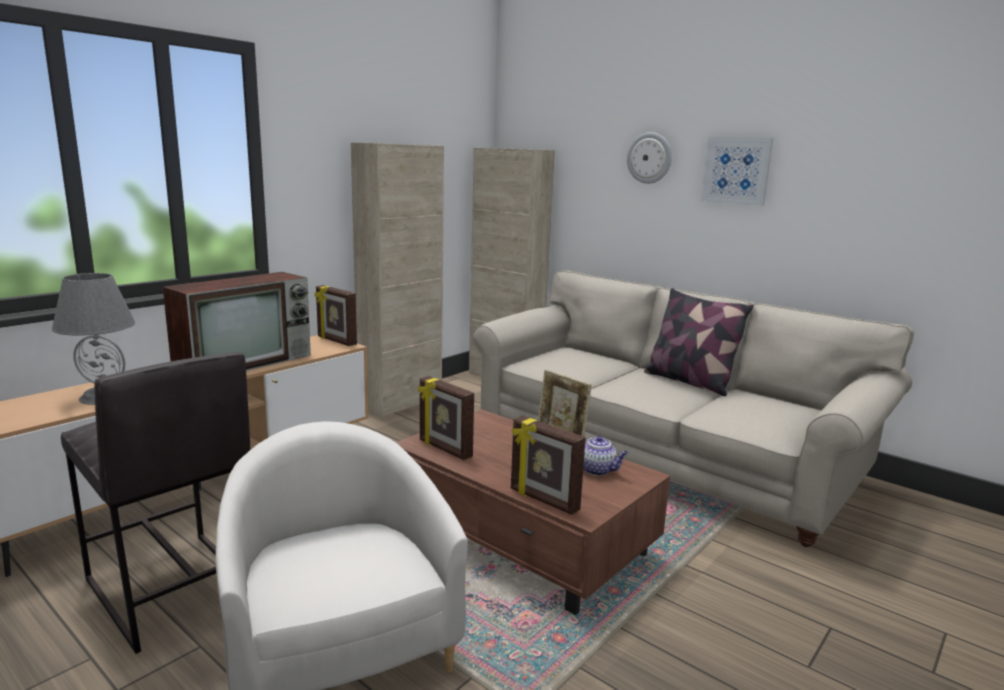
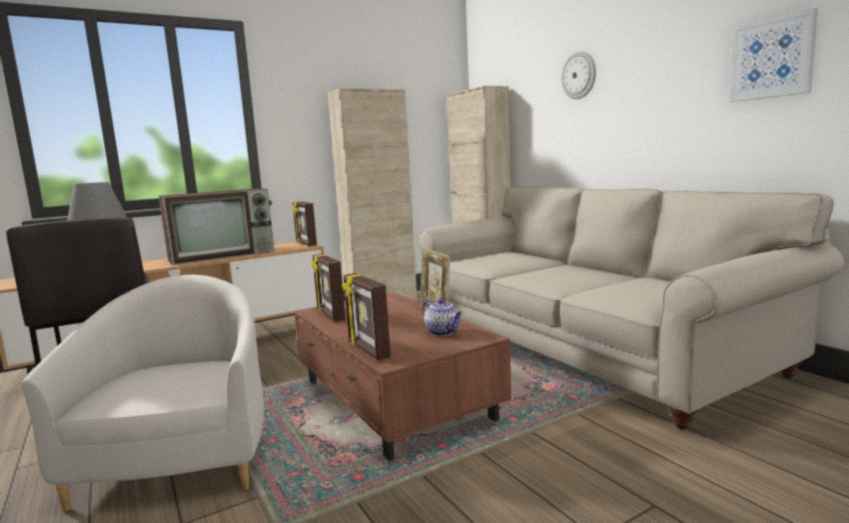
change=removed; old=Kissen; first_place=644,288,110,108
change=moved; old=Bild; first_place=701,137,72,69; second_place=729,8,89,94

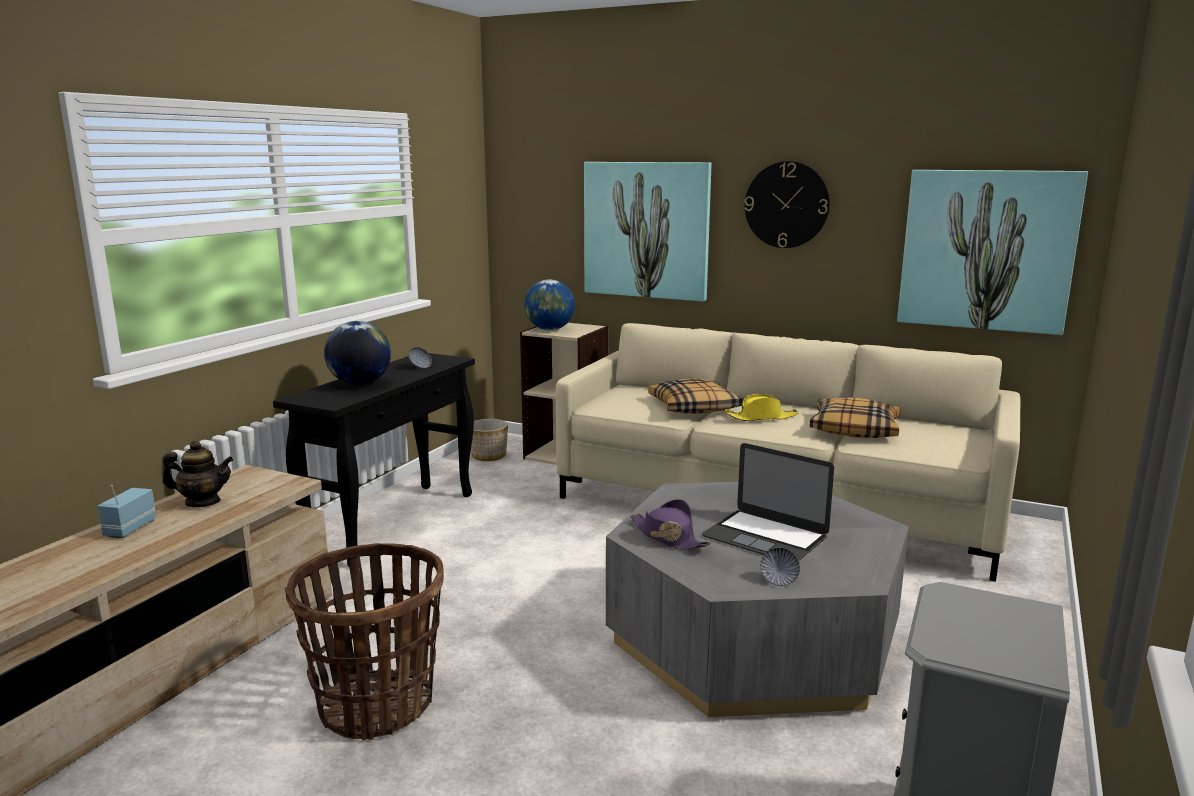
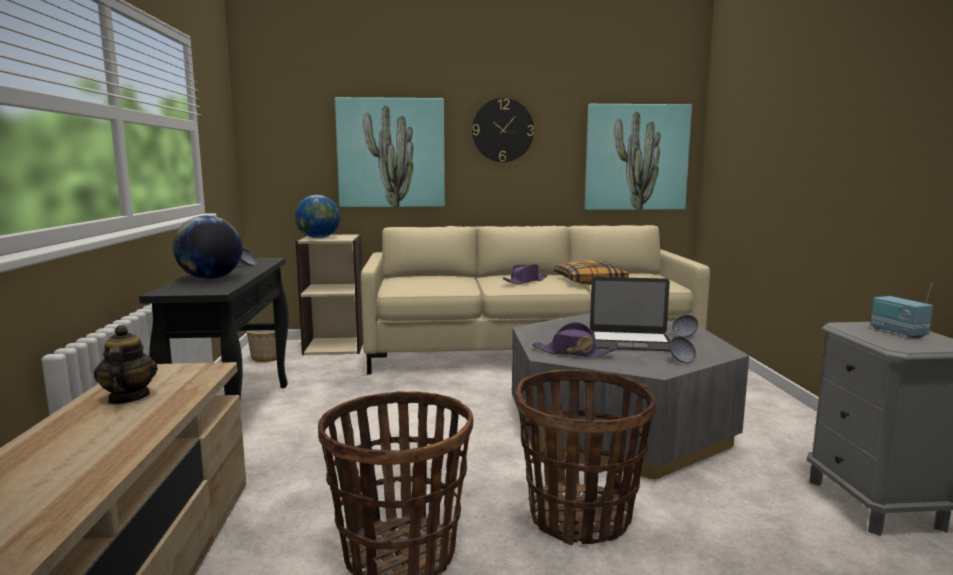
change=removed; old=Kissen; first_place=648,378,95,36
change=added; new=Korb; second_place=516,370,139,175
change=added; new=Schüssel; second_place=672,315,26,22
change=moved; old=Radio; first_place=97,485,59,53; second_place=870,283,63,55
change=recoloured; old=Hut/gelb; new=Hut/lila; first_place=725,394,73,27; second_place=503,264,44,20
change=turned; old=Teekanne; first_place=162,440,71,67; second_place=94,325,64,79; degrees=-75

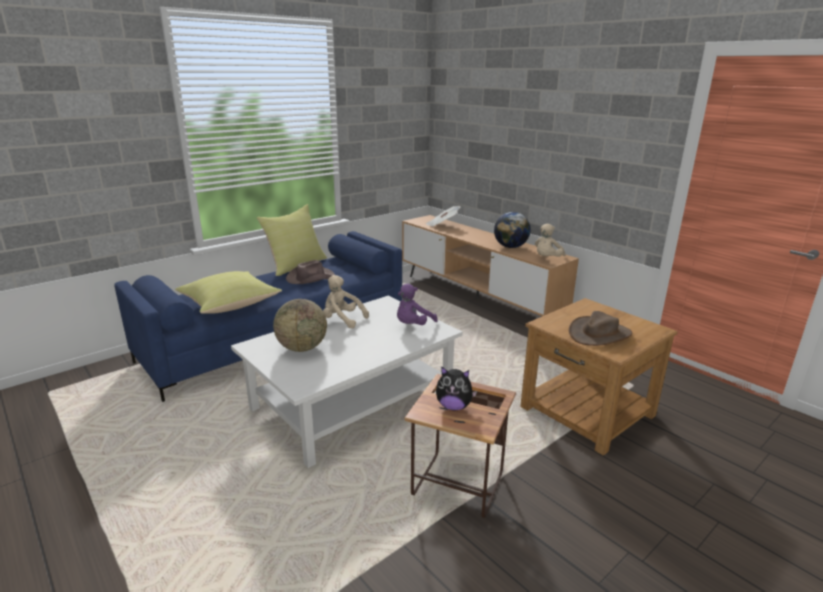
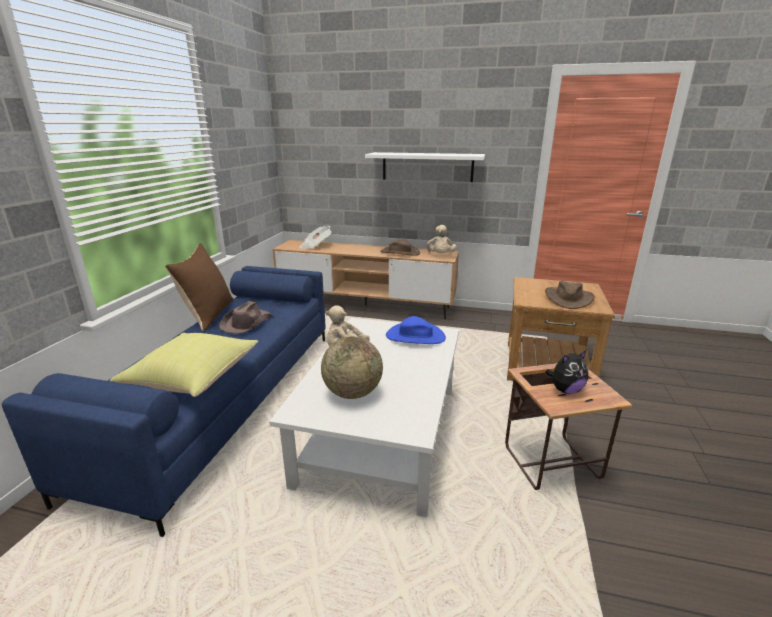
change=added; new=Wandregal/weiß; second_place=365,152,120,30
change=replaced; old=Plüschtier/lila; new=Hut/blau; first_place=397,284,41,41; second_place=386,316,60,28
change=replaced; old=Globus; new=Hut/braun; first_place=494,212,37,36; second_place=380,240,40,16
change=recoloured; old=Kissen/gelb; new=Kissen/braun; first_place=257,204,70,72; second_place=165,243,69,88

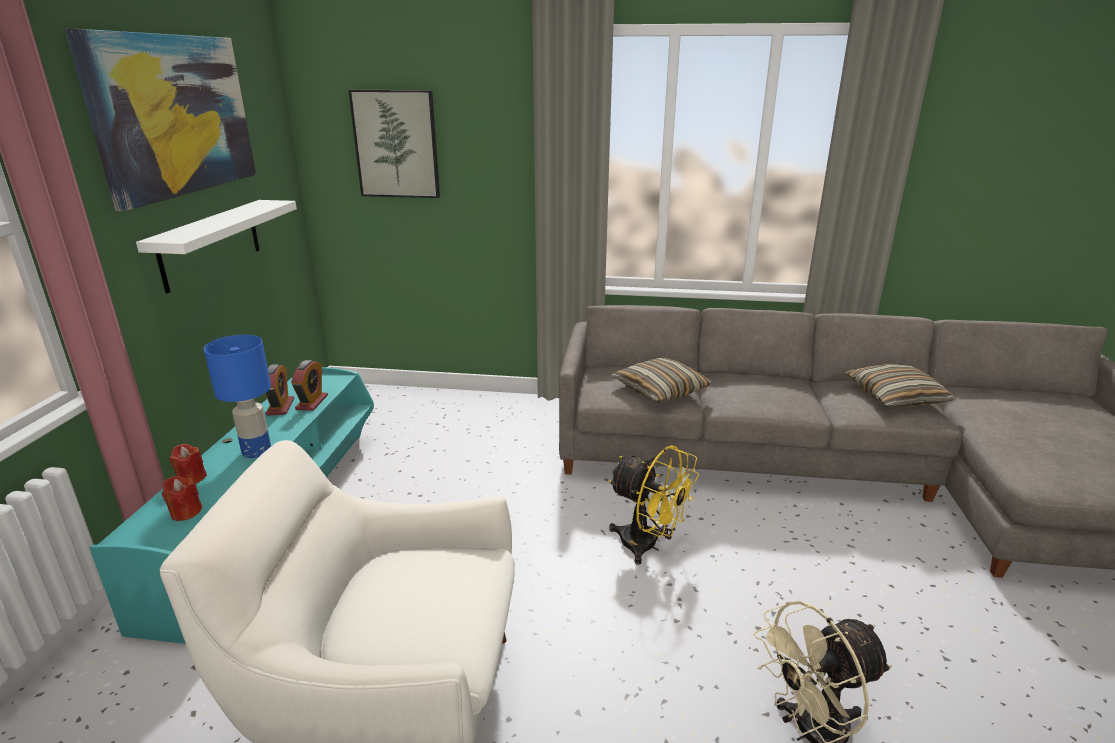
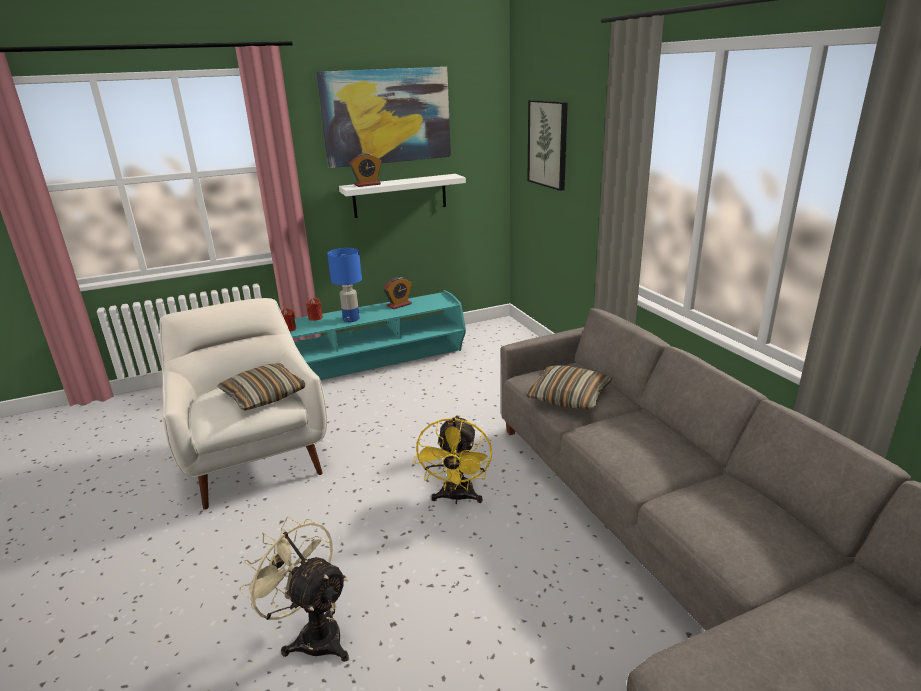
change=moved; old=Wecker; first_place=291,360,37,51; second_place=350,153,31,34
change=moved; old=Kissen; first_place=844,364,112,43; second_place=217,363,88,47

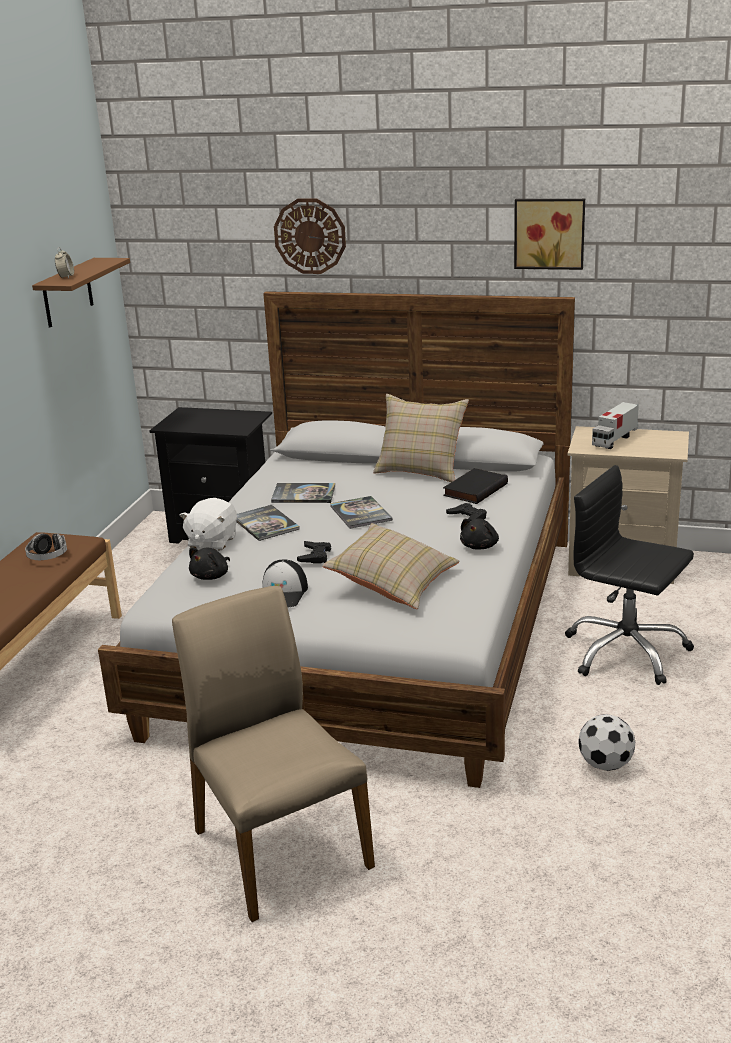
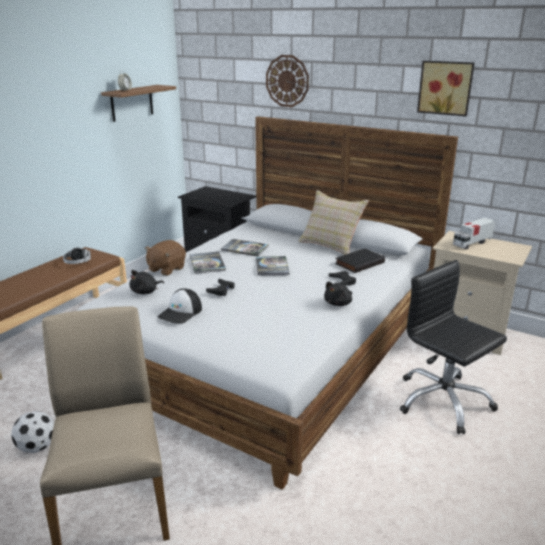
change=removed; old=Kissen/beige; first_place=322,523,137,86
change=moved; old=Fußball; first_place=578,714,57,57; second_place=11,411,43,42
change=recoloured; old=Plüschtier/weiß; new=Plüschtier/braun; first_place=179,498,58,53; second_place=145,240,41,36

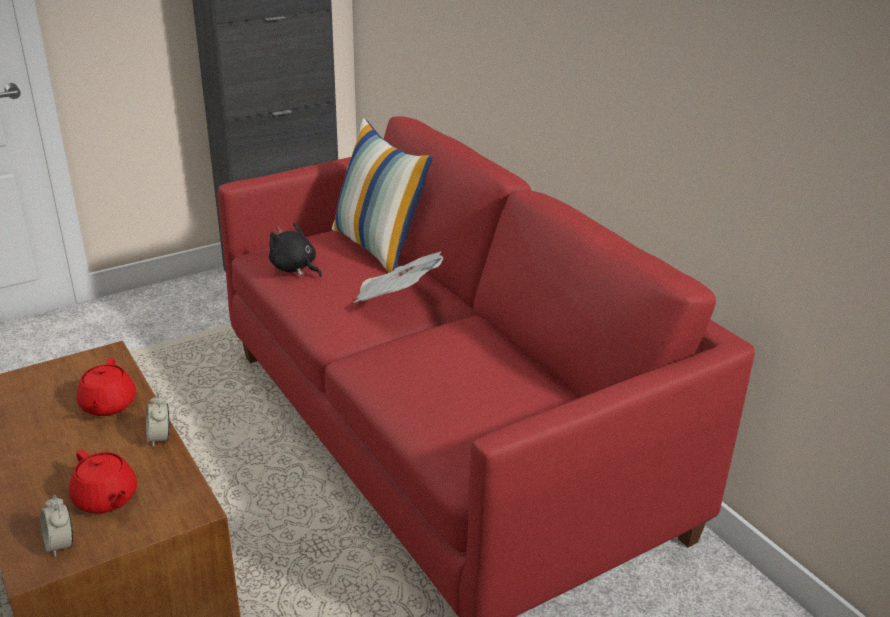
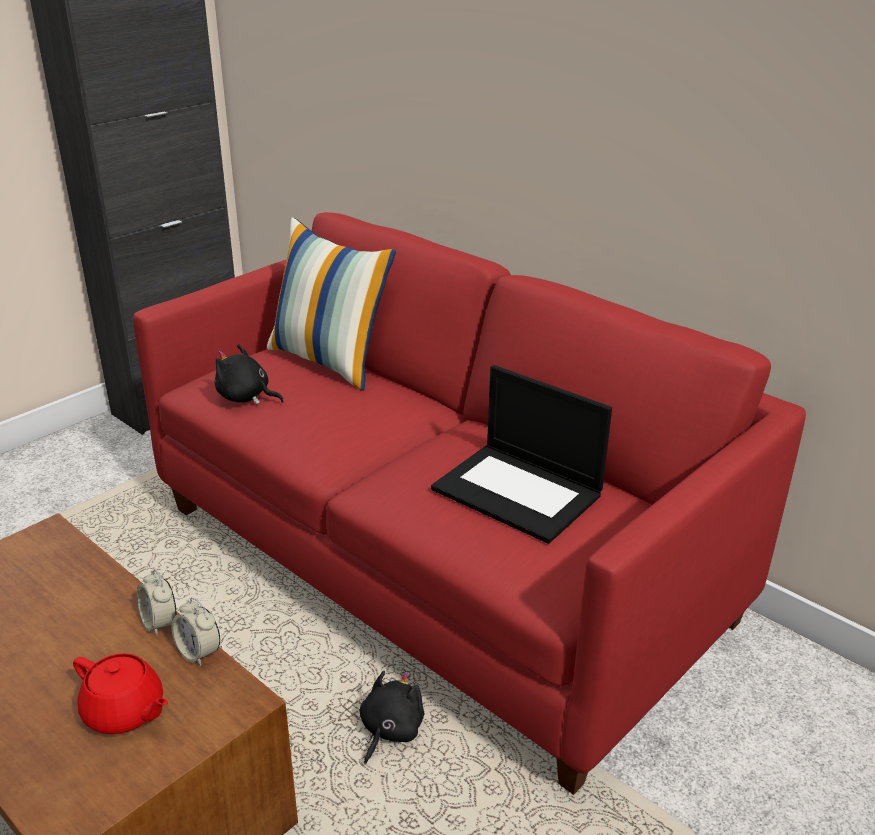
change=removed; old=Teekanne/rot; first_place=76,358,60,58
change=removed; old=Zeitung; first_place=354,252,89,51
change=added; new=Plüschtier/schwarz; second_place=360,671,64,94
change=added; new=Laptop; second_place=431,365,181,179
change=moved; old=Wecker; first_place=40,495,34,63; second_place=171,597,49,69

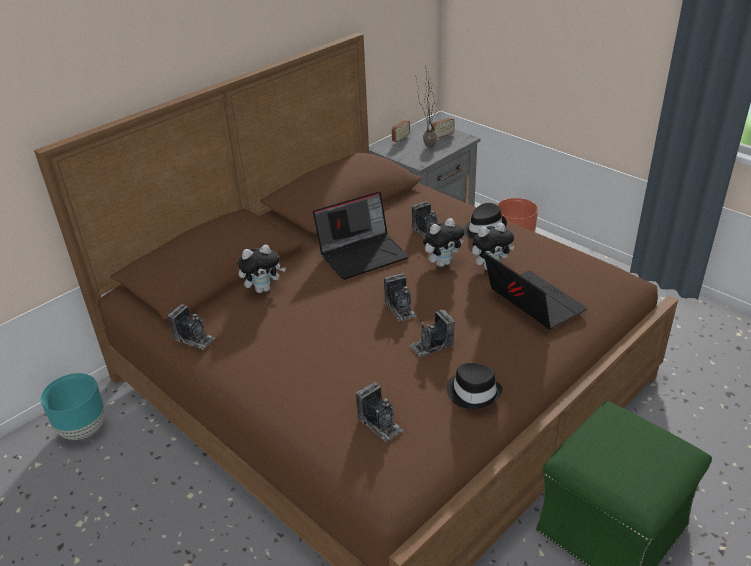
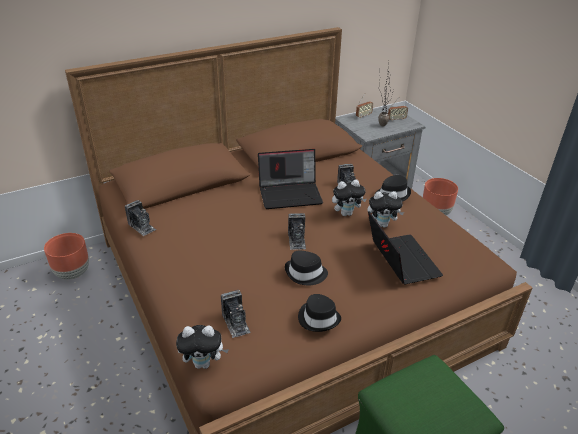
change=moved; old=Plüschtier; first_place=238,245,48,48; second_place=176,325,53,44
change=replaced; old=Kamera; new=Hut/schwarz; first_place=409,310,46,47; second_place=285,250,43,35
change=recoloured; old=Pflanzkübel/türkis; new=Pflanzkübel/braun; first_place=41,373,64,67; second_place=44,233,45,47

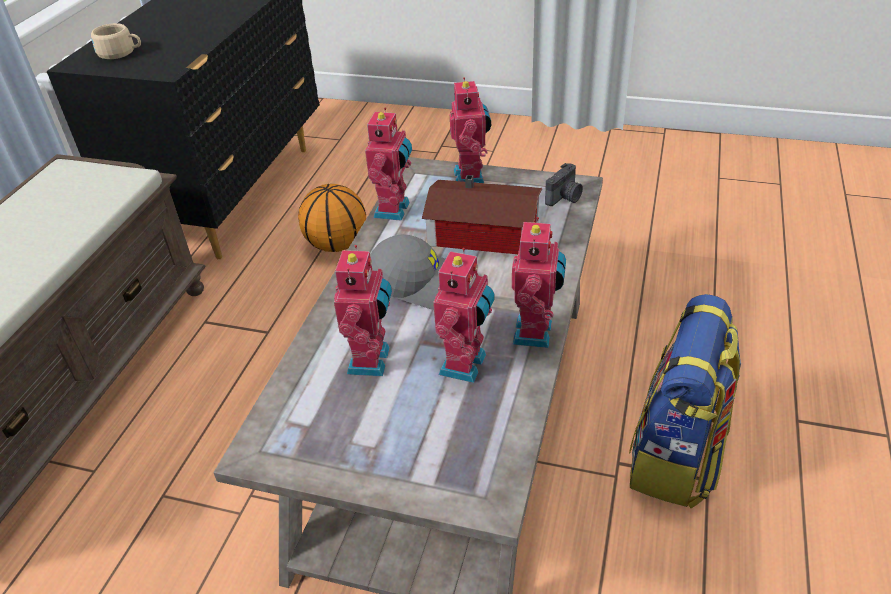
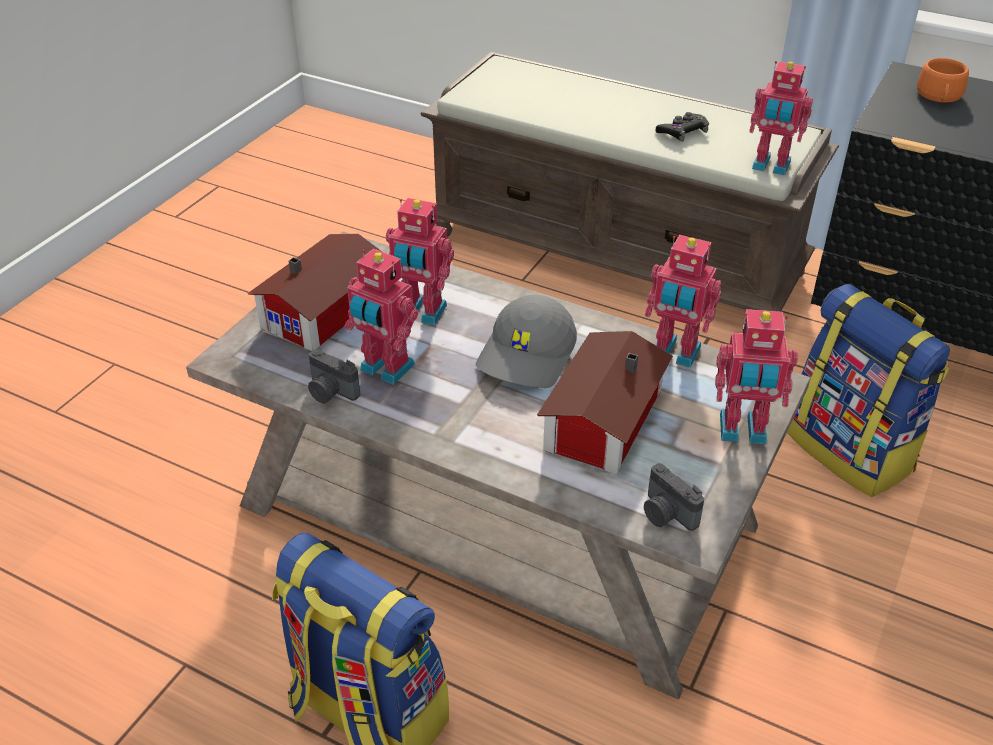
change=added; new=Spielzeughaus; second_place=248,234,134,117
change=added; new=Kamera; second_place=308,349,52,54
change=added; new=Gamepad/schwarz; second_place=656,112,53,30
change=moved; old=Spielzeugroboter; first_place=512,217,54,131; second_place=749,61,64,115
change=replaced; old=Basketball; new=Rucksack; first_place=298,184,68,68; second_place=787,284,163,213
change=recoloured; old=Tasse/beige; new=Tasse/orange; first_place=91,23,50,36; second_place=917,58,52,44

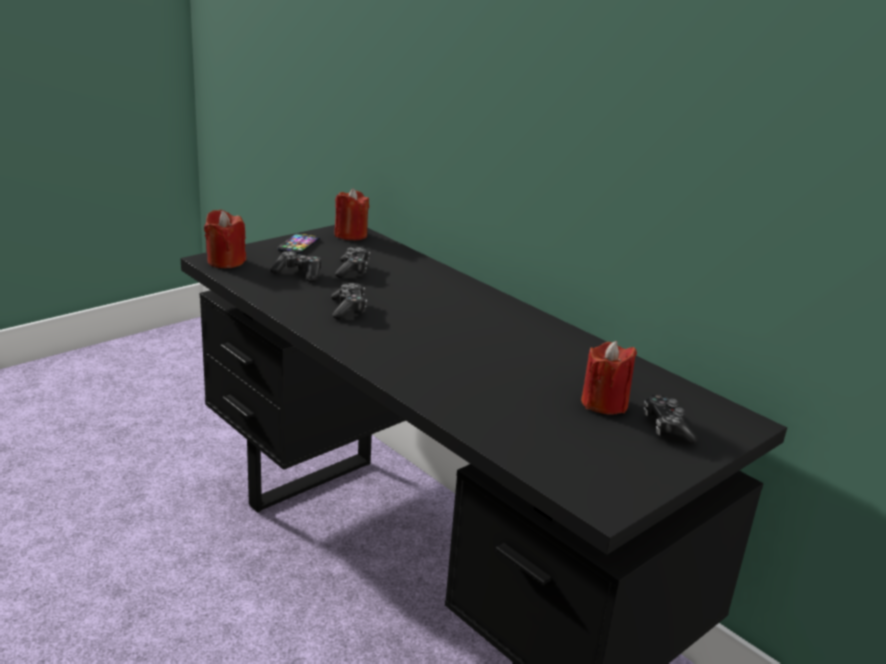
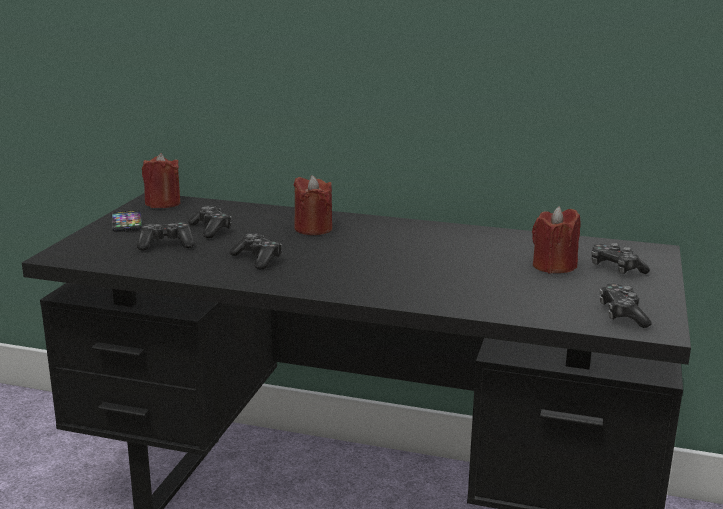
change=added; new=Gamepad; second_place=600,284,52,44
change=moved; old=Kerze/rot; first_place=204,210,42,58; second_place=294,175,38,60

